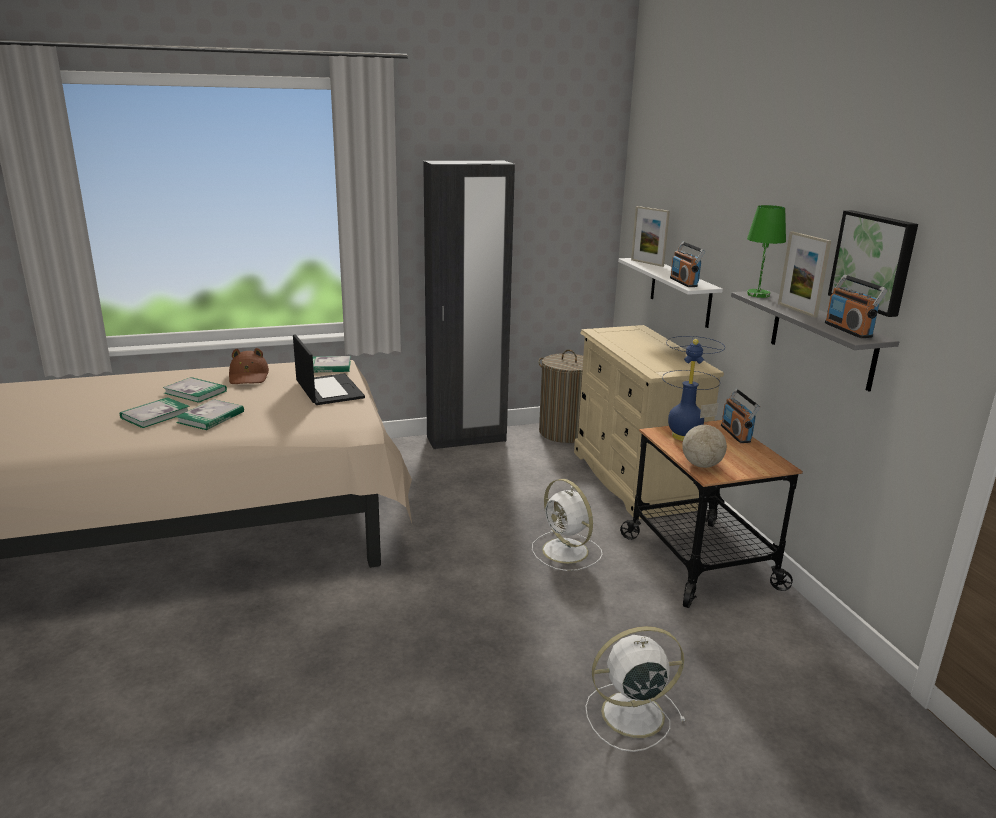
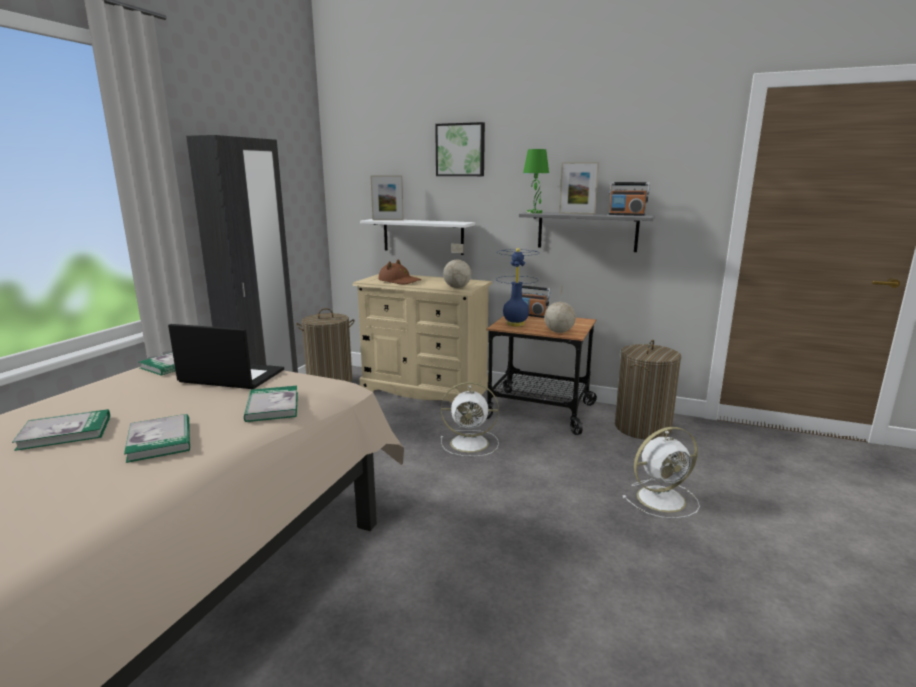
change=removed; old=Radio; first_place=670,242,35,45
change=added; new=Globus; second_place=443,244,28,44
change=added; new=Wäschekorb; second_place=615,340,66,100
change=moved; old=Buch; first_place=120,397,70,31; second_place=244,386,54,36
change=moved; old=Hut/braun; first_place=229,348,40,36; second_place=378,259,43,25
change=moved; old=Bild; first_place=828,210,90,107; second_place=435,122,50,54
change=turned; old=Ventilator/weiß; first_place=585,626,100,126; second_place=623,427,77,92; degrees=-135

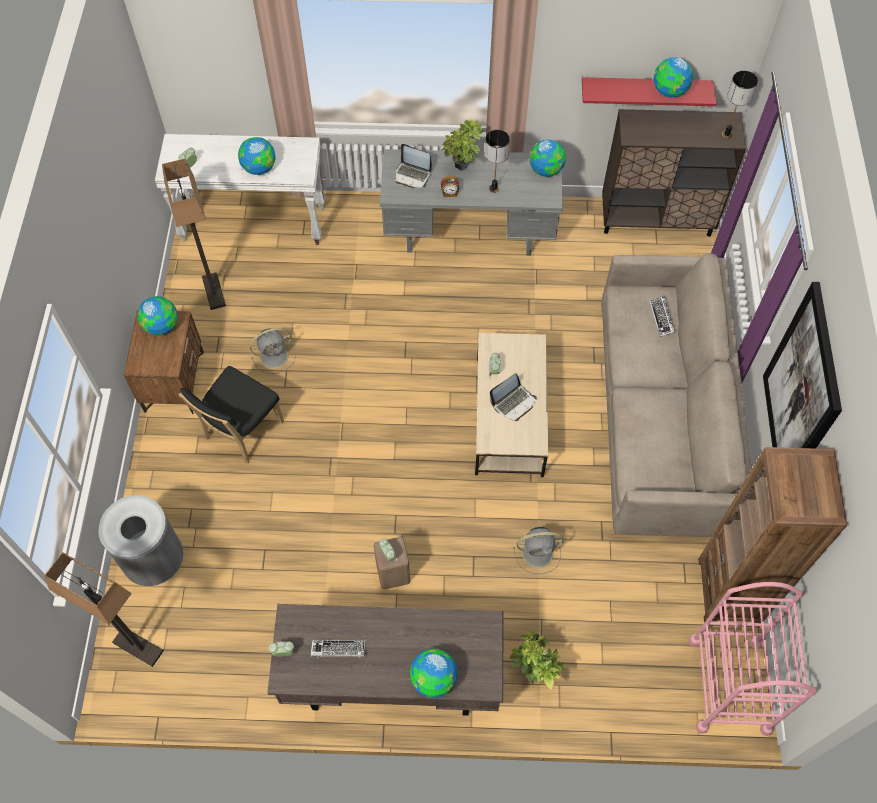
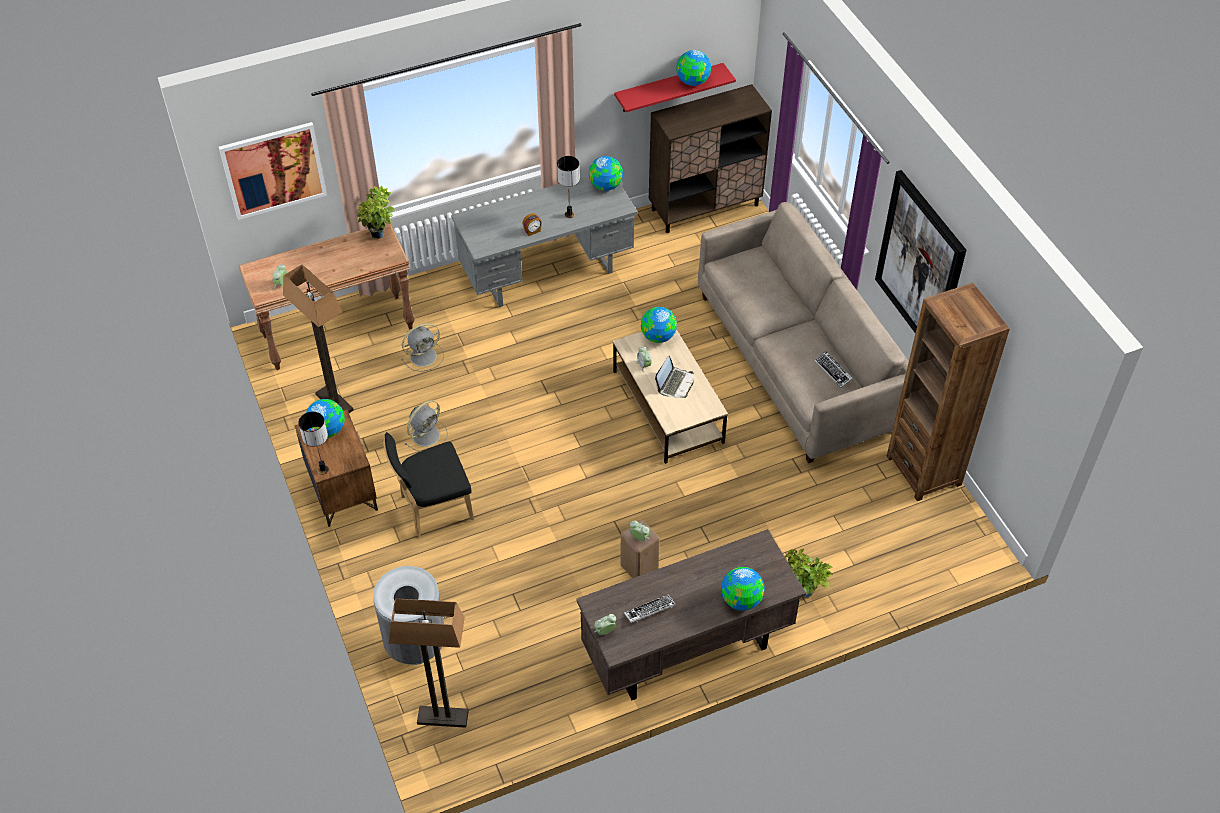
change=removed; old=Laptop; first_place=395,144,37,44
change=removed; old=Rollwagen/rosa; first_place=689,582,128,154
change=added; new=Bild; second_place=219,122,108,98
change=moved; old=Globus; first_place=238,137,38,38; second_place=641,307,36,36
change=moved; old=Topfpflanze; first_place=441,119,43,52; second_place=357,186,38,53
change=moved; old=Ventilator/grau; first_place=513,527,51,47; second_place=401,323,43,49
change=moved; old=Tastatur; first_place=649,296,26,41; second_place=814,351,39,37
change=moved; old=Tischlampe; first_place=722,71,36,68; second_place=298,412,31,63
change=recoloured; old=Konsolentisch/weiß; new=Konsolentisch/braun; first_place=155,134,170,111; second_place=239,223,176,147
change=turned; old=Stuhl/schwarz; first_place=178,366,106,98; second_place=382,432,92,105; degrees=60

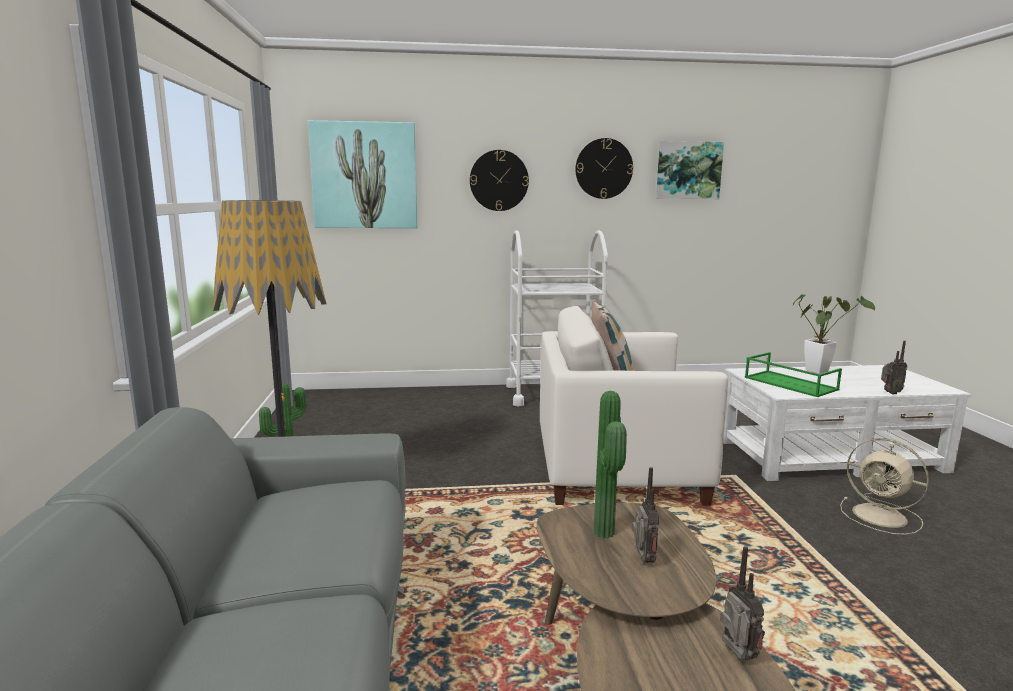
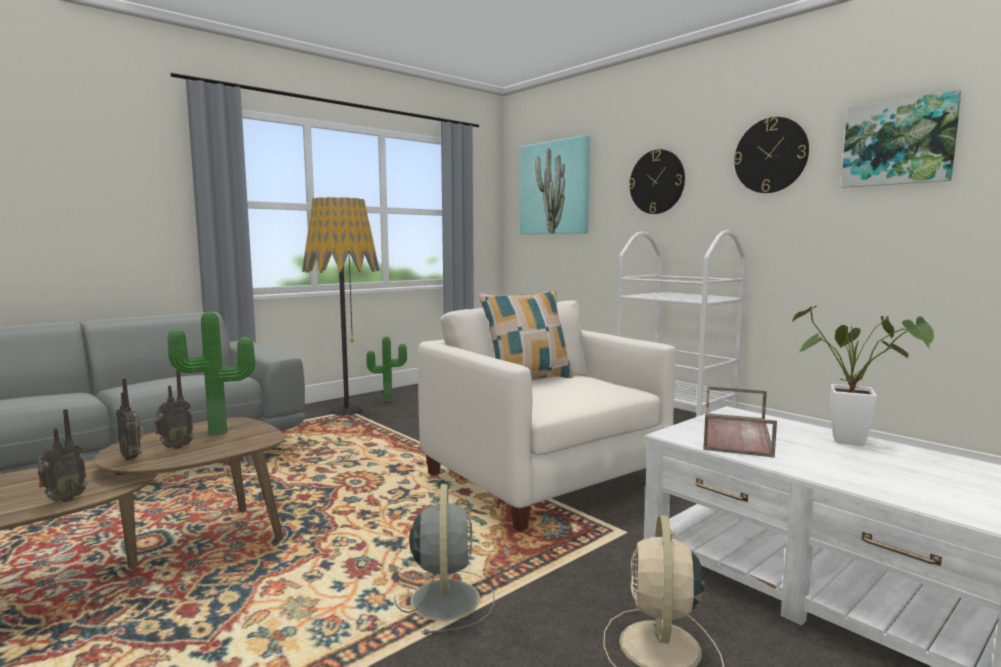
change=added; new=Ventilator/grau; second_place=394,484,101,151
change=moved; old=Radio; first_place=881,341,26,53; second_place=116,378,29,83
change=recoloured; old=Tablett/grün; new=Tablett/braun; first_place=745,352,97,45; second_place=703,386,74,72

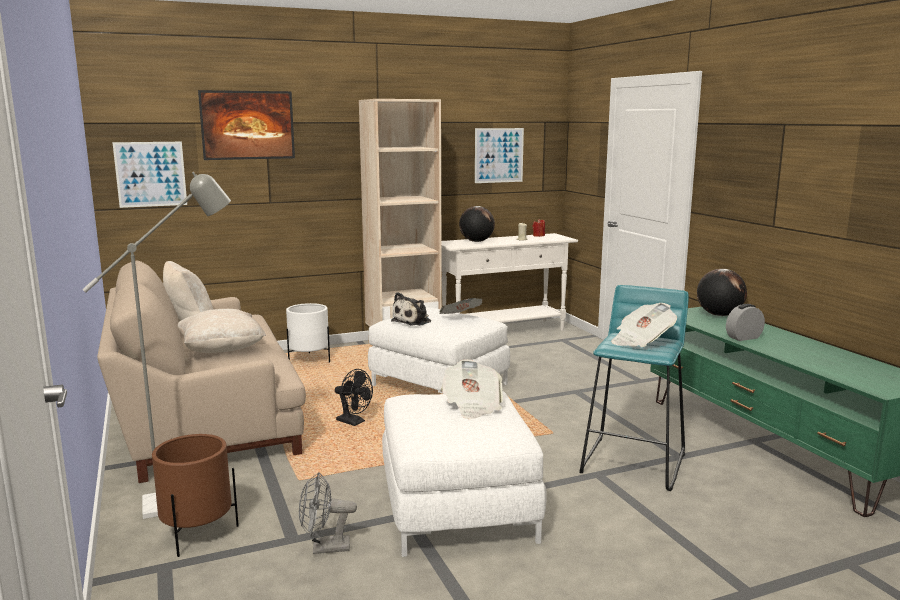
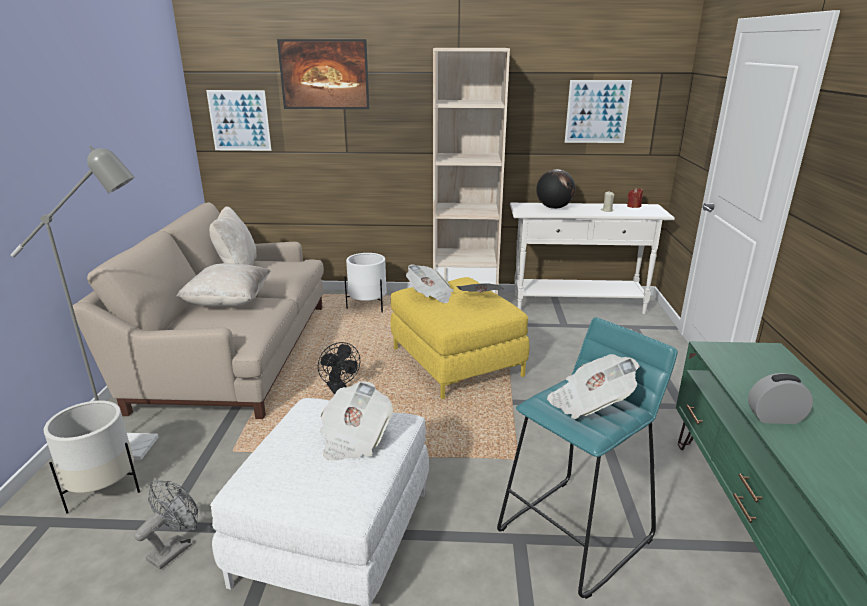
change=removed; old=Globus; first_place=697,269,50,47
change=replaced; old=Plüschtier; new=Zeitung; first_place=391,292,40,34; second_place=406,264,48,39
change=recoloured; old=Pflanzkübel/braun; new=Pflanzkübel/weiß; first_place=152,434,87,123; second_place=44,400,96,114
change=recoloured; old=Polsterhocker/weiß; new=Polsterhocker/gelb; first_place=368,307,142,87; second_place=391,277,138,122
change=turned; old=Ventilator/grau; first_place=299,472,58,82; second_place=134,481,64,89; degrees=105

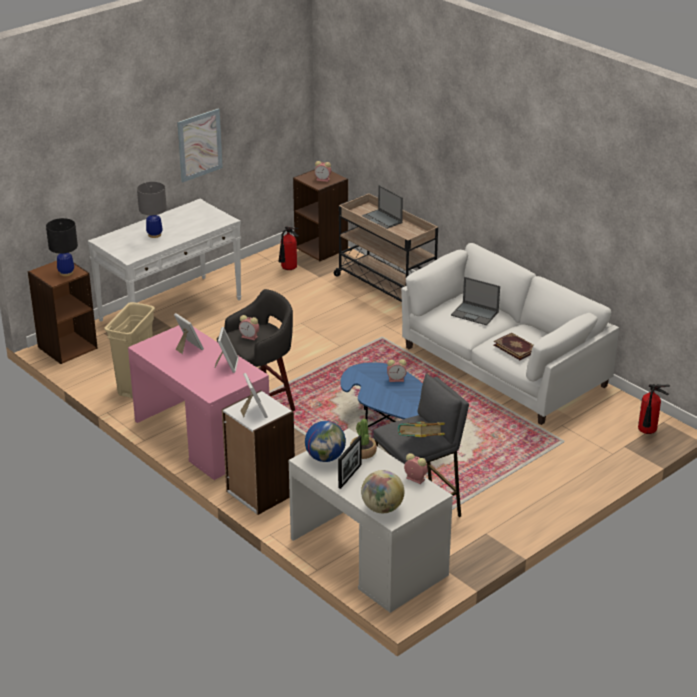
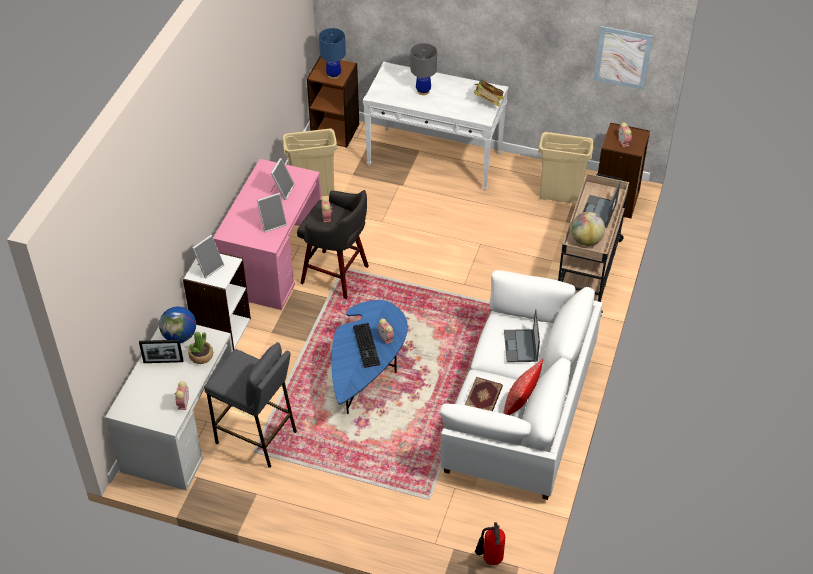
change=added; new=Tastatur; second_place=353,323,27,45
change=added; new=Kissen; second_place=503,359,40,56
change=moved; old=Bild; first_place=177,108,46,75; second_place=594,26,59,64
change=moved; old=Globus; first_place=361,470,43,43; second_place=571,212,34,34
change=moved; old=Buch; first_place=398,421,47,16; second_place=474,80,29,27
change=replaced; old=Feuerlöscher; new=Mülleimer/beige; first_place=278,227,21,43; second_place=538,132,56,72
change=recoloured; old=Tischlampe/schwarz; new=Tischlampe/blau; first_place=46,218,32,58; second_place=319,28,27,51

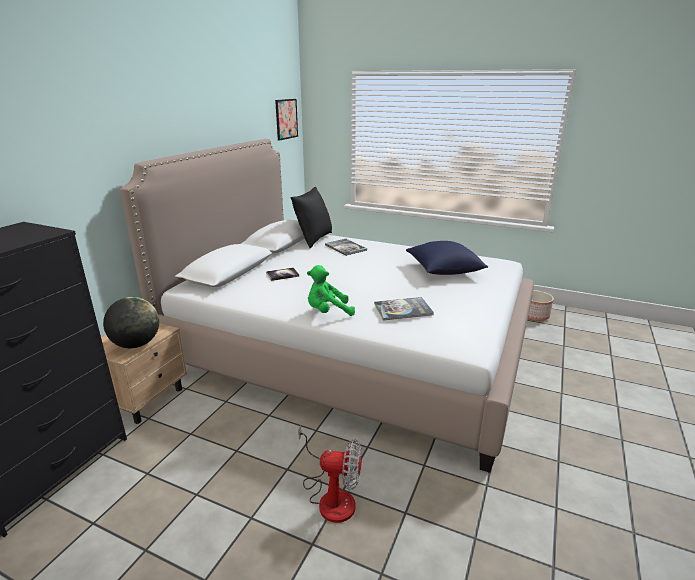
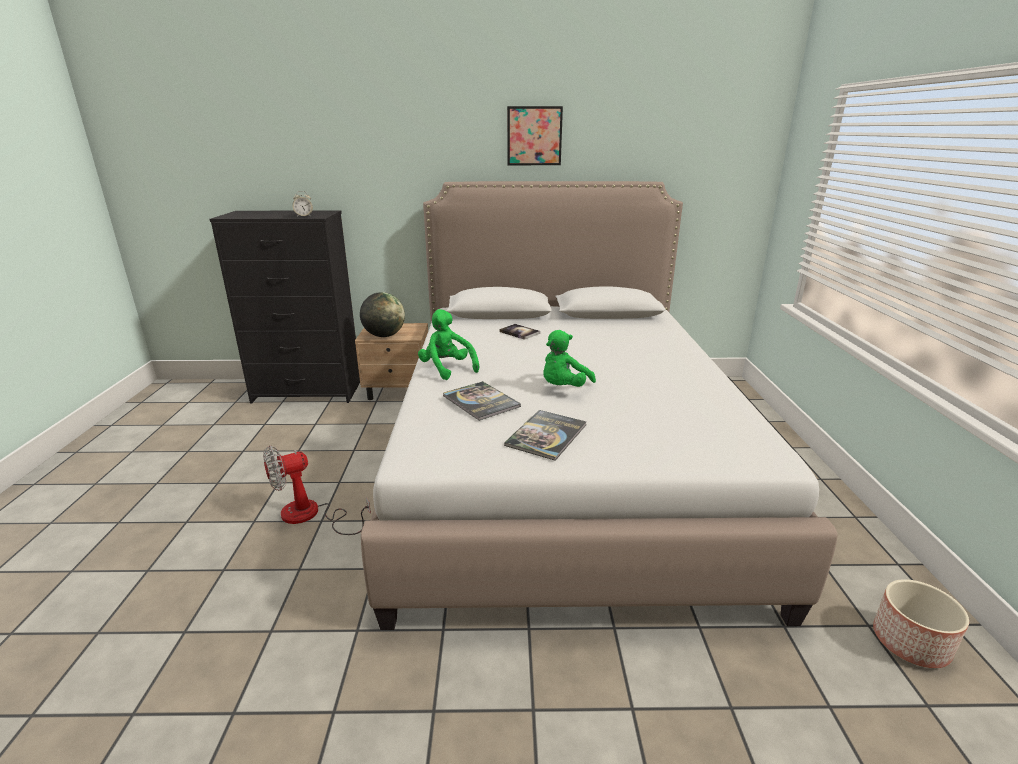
change=removed; old=Kissen/schwarz; first_place=291,187,41,61
change=removed; old=Kissen/blau; first_place=406,241,82,34
change=added; new=Wecker; second_place=293,191,20,26
change=added; new=Plüschtier/grün; second_place=543,330,53,57
change=moved; old=Bild; first_place=275,99,23,42; second_place=507,106,56,59
change=moved; old=Buch; first_place=325,239,42,17; second_place=504,410,82,51
change=turned; old=Ventilator; first_place=298,425,64,98; second_place=263,445,108,90; degrees=75

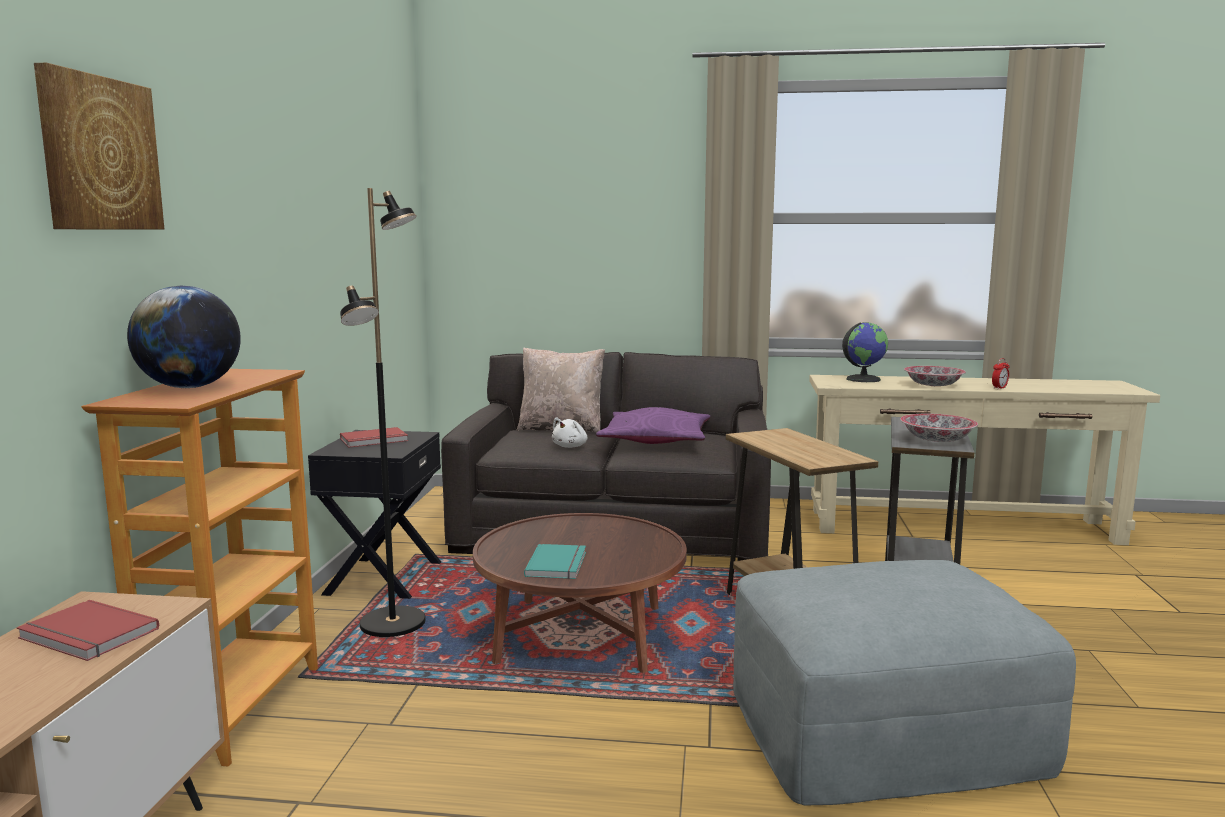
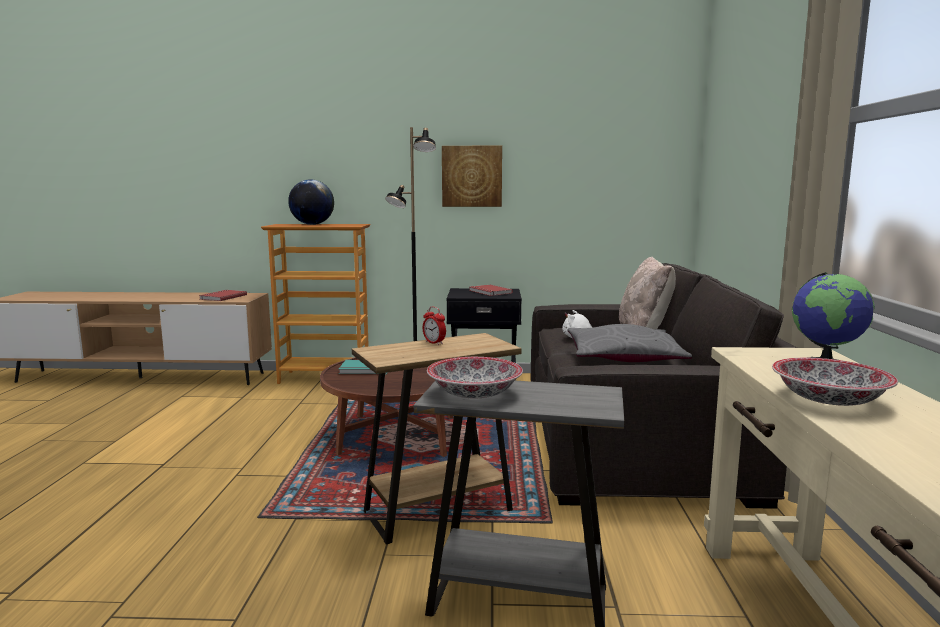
change=removed; old=Polsterhocker/grau; first_place=733,560,343,246
change=moved; old=Bild; first_place=34,63,130,167; second_place=442,146,60,61
change=moved; old=Wecker; first_place=992,358,18,31; second_place=423,306,23,39
change=recoloured; old=Kissen/lila; new=Kissen/grau; first_place=596,407,114,37; second_place=568,324,124,38

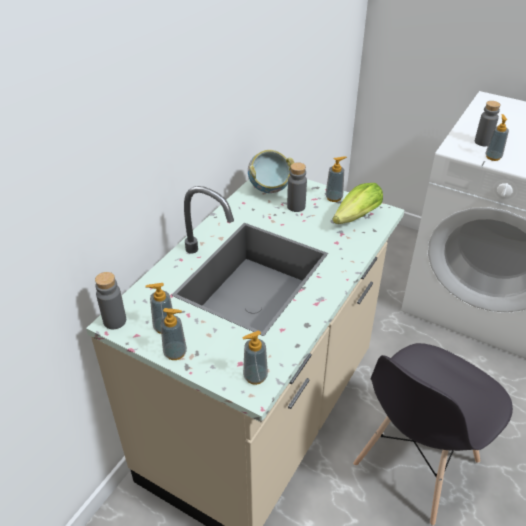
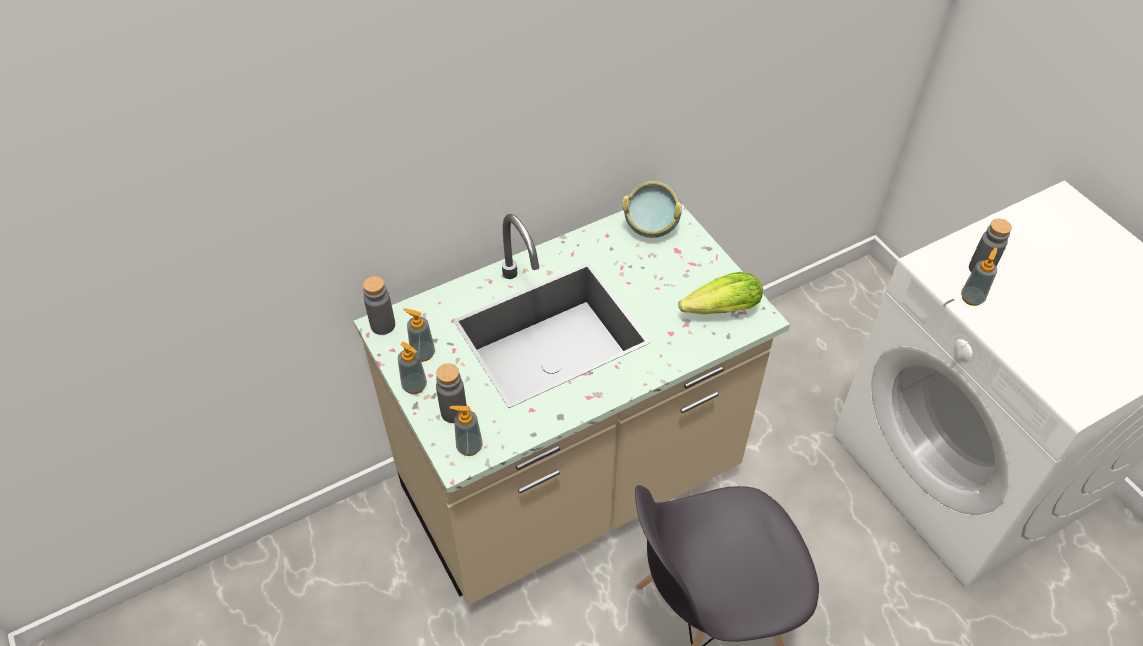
change=removed; old=Seifenspender; first_place=325,156,22,46
change=moved; old=Flasche/grau; first_place=287,162,20,50; second_place=436,364,31,59

